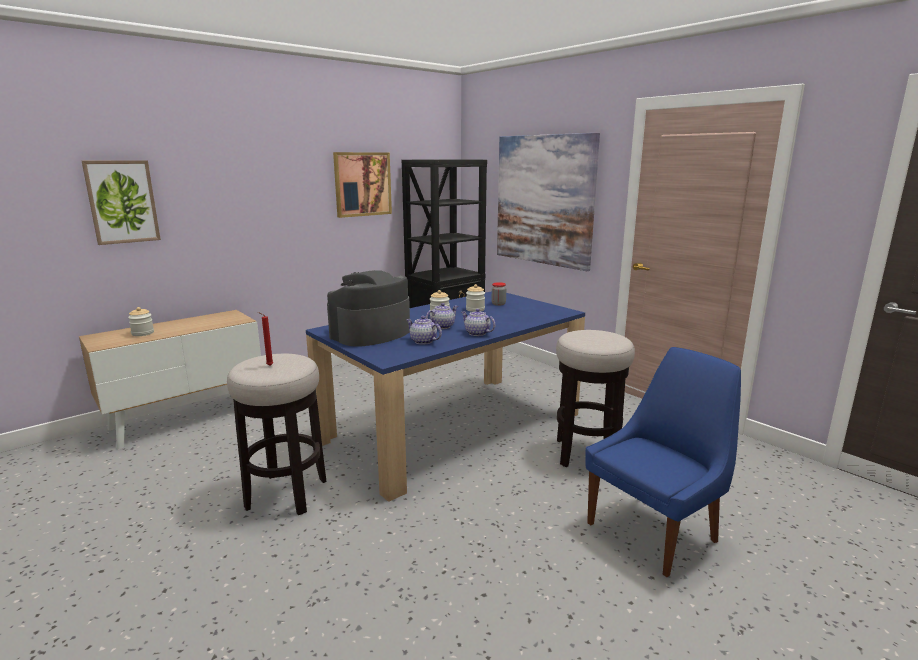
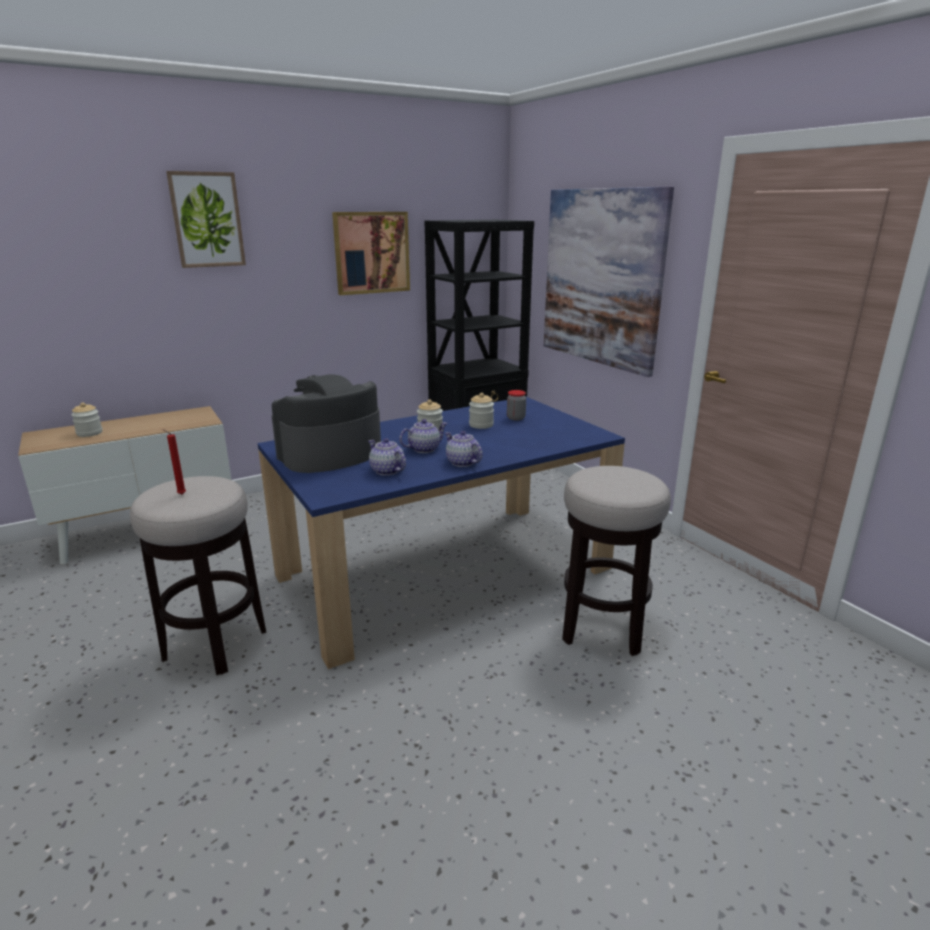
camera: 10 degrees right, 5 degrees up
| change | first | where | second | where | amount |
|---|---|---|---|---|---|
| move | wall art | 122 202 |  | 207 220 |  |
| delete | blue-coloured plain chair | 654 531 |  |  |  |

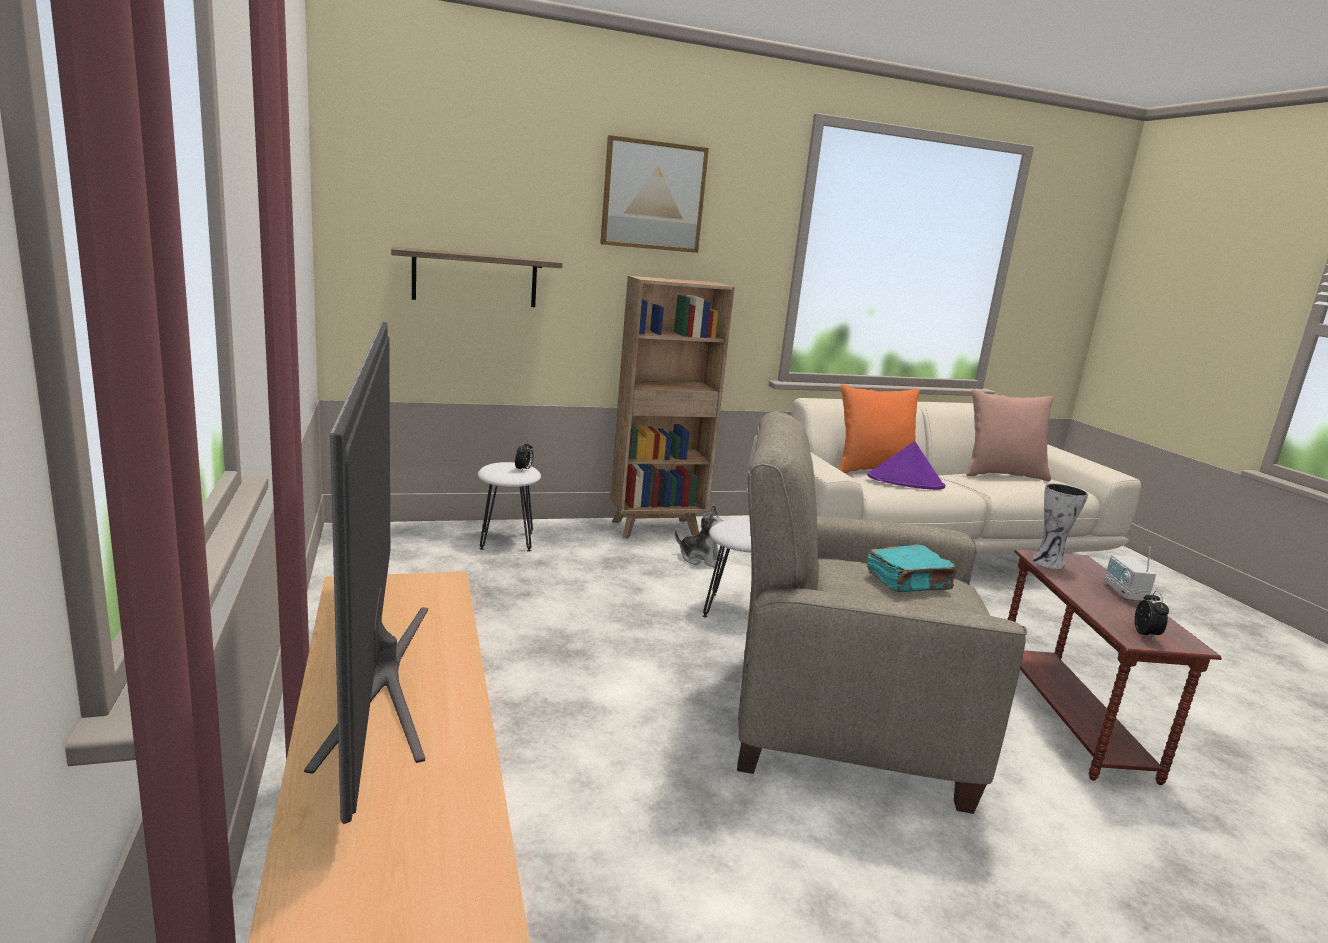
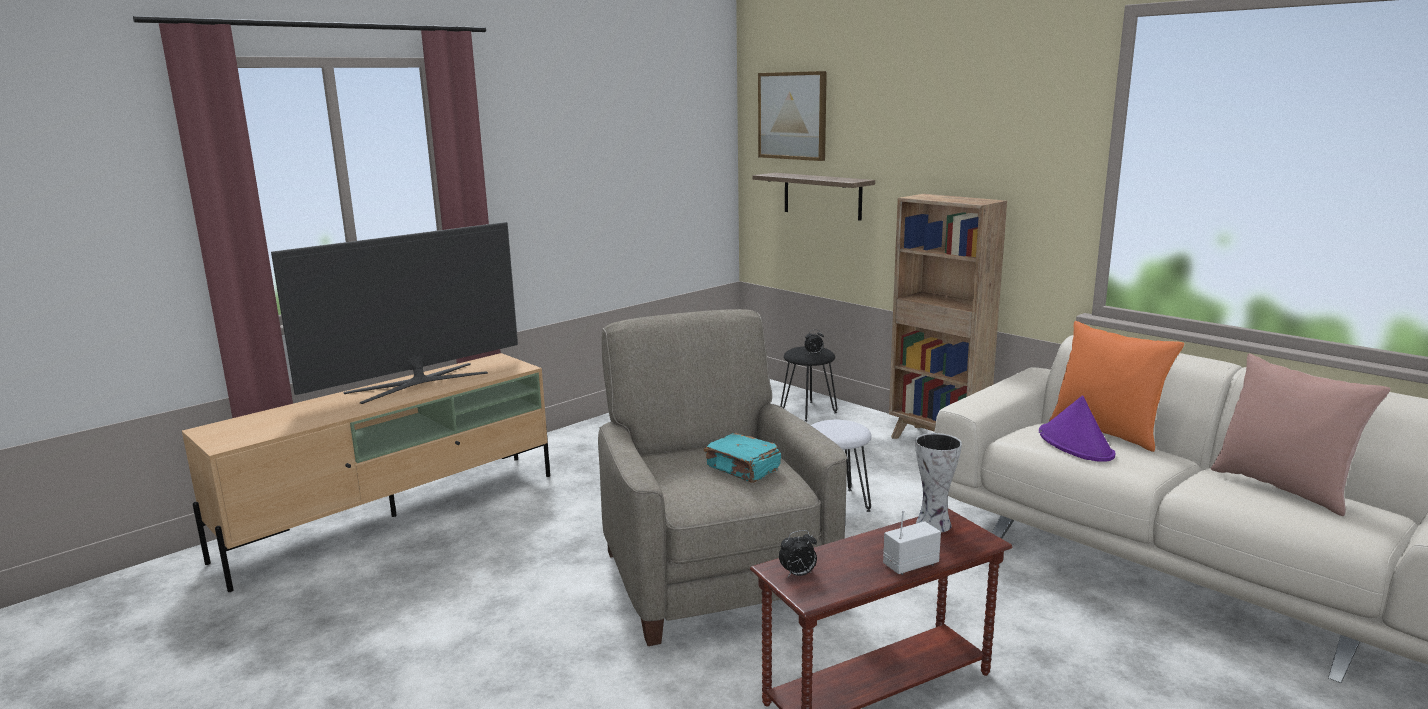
camera: 65 degrees right, 0 degrees up
| change | first | where | second | where | amount |
|---|---|---|---|---|---|
| move | wall art | 653 196 |  | 793 116 |  |
| recolor | white-coloured stool seat | 507 540 | black stool seat | 809 411 |  |
| delete | soft toy | 701 559 |  |  |  |

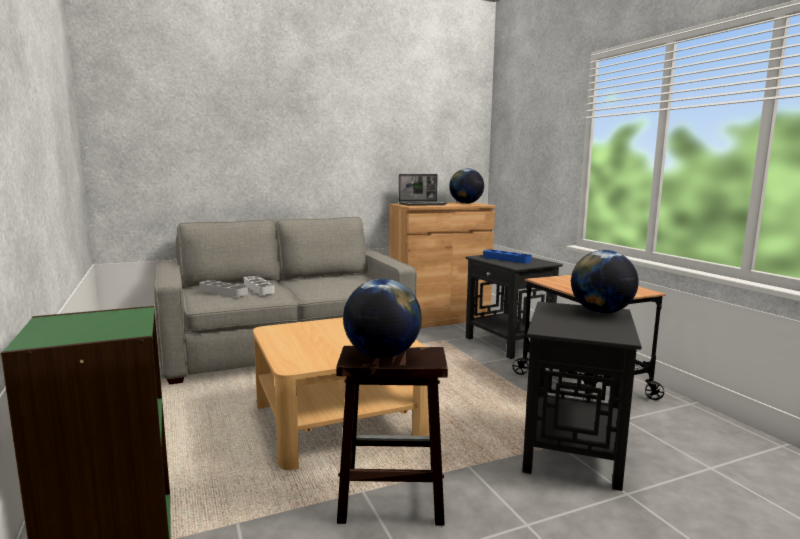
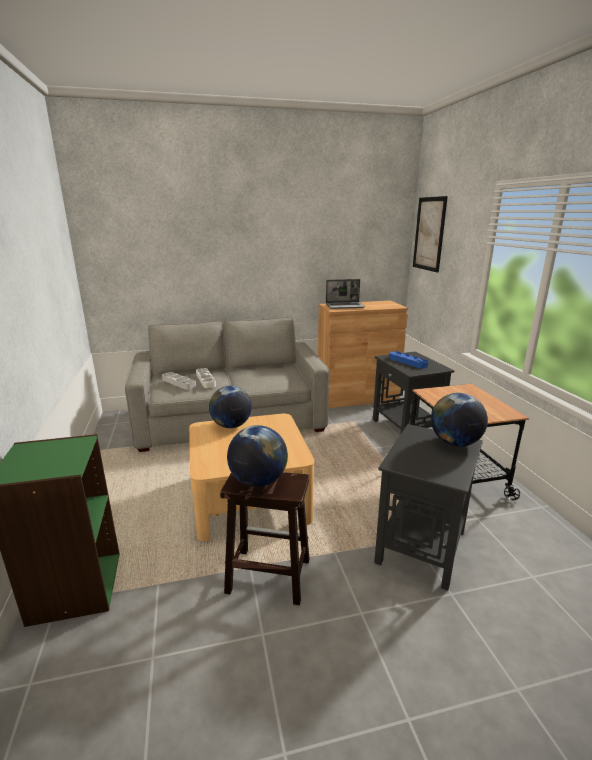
camera: 10 degrees right, 10 degrees up
| change | first | where | second | where | amount |
|---|---|---|---|---|---|
| move | world globe | 466 203 |  | 231 425 |  |
| insert |  |  | wall art | 429 234 |  |

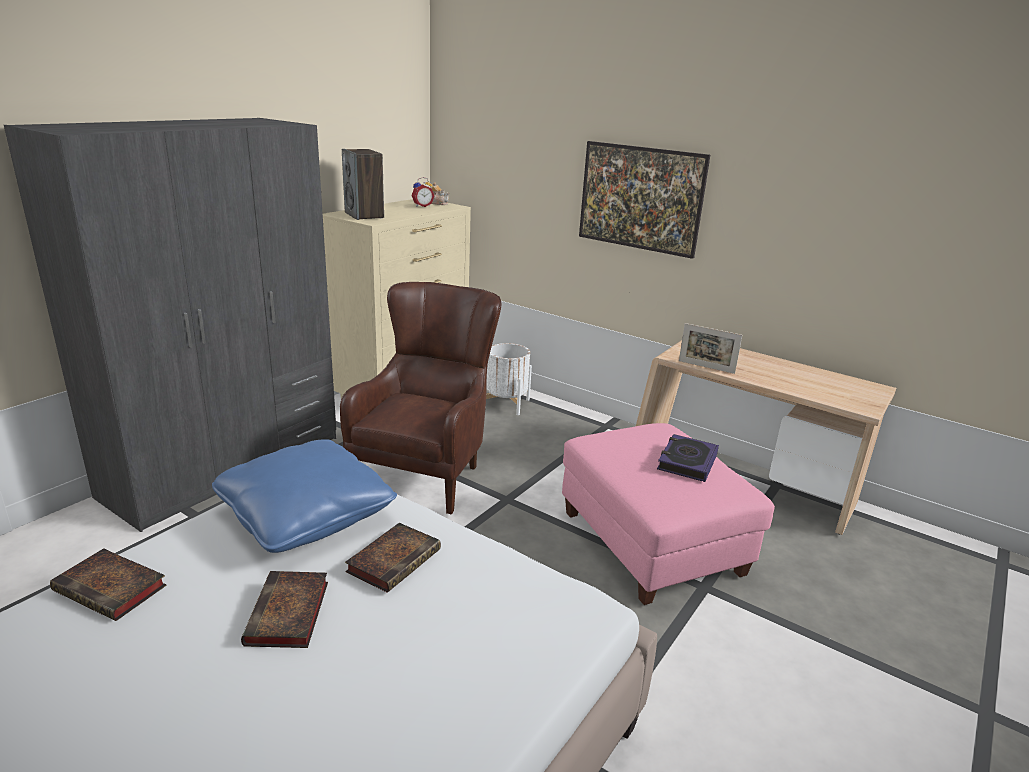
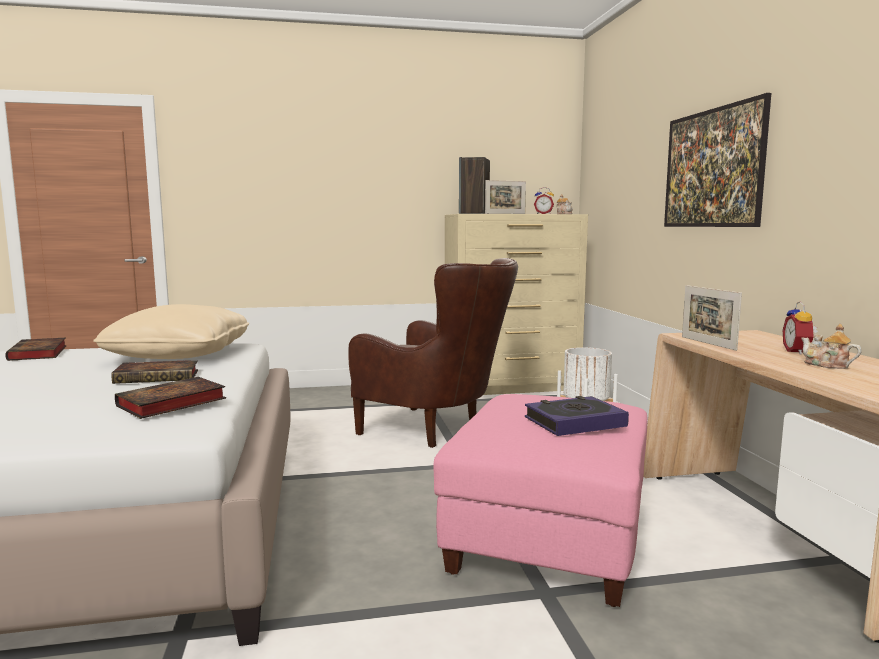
camera: 45 degrees right, 15 degrees down
| change | first | where | second | where | amount |
|---|---|---|---|---|---|
| recolor | blue-coloured cushion | 306 515 | beige-coloured cushion | 180 355 |  |
| move | bound book | 288 615 |  | 170 404 |  |
| rotate | brown-coloured easy chair | 427 470 |  | 436 431 | 60 degrees clockwise |
| insert |  |  | standing frame | 505 213 |  |
| insert |  |  | bedside clock | 798 352 |  |
| insert |  |  | tea pot | 827 365 |  |
| delete | gray armoire | 226 465 |  |  |  |

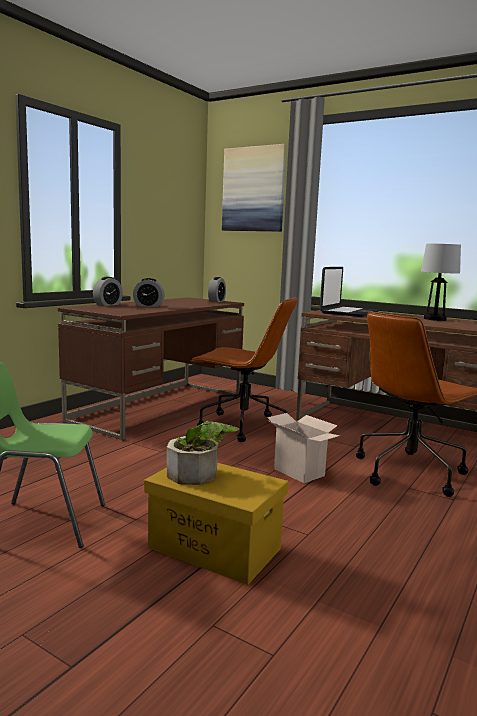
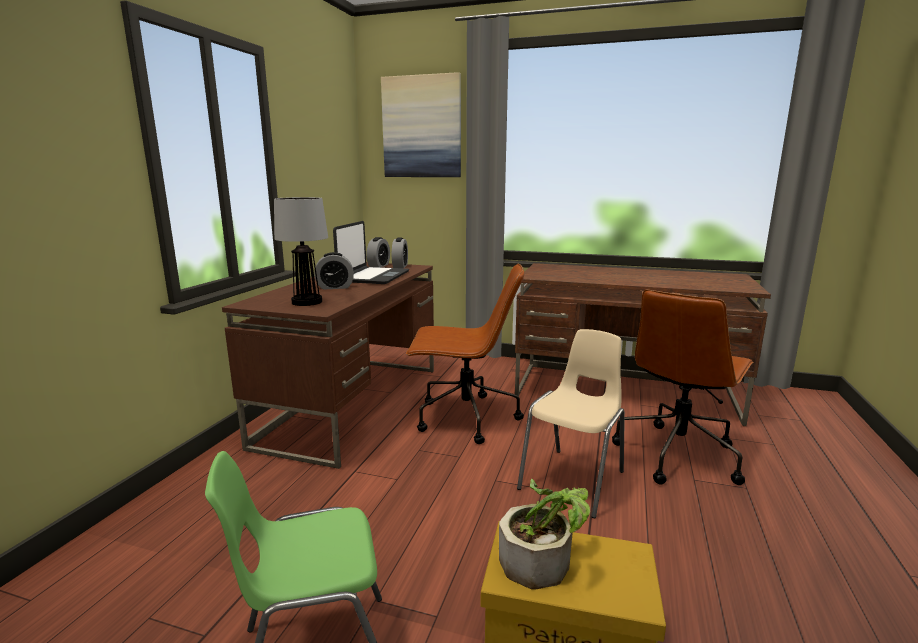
camera: 15 degrees left, 5 degrees up
| change | first | where | second | where | amount |
|---|---|---|---|---|---|
| move | lamp for a table | 435 319 |  | 307 302 |  |
| move | portable computer | 348 313 |  | 373 277 |  |
| move | bedside clock | 108 304 |  | 379 266 |  |
| replace | cardboard box | 301 472 | beige-coloured plain chair | 574 480 |  |

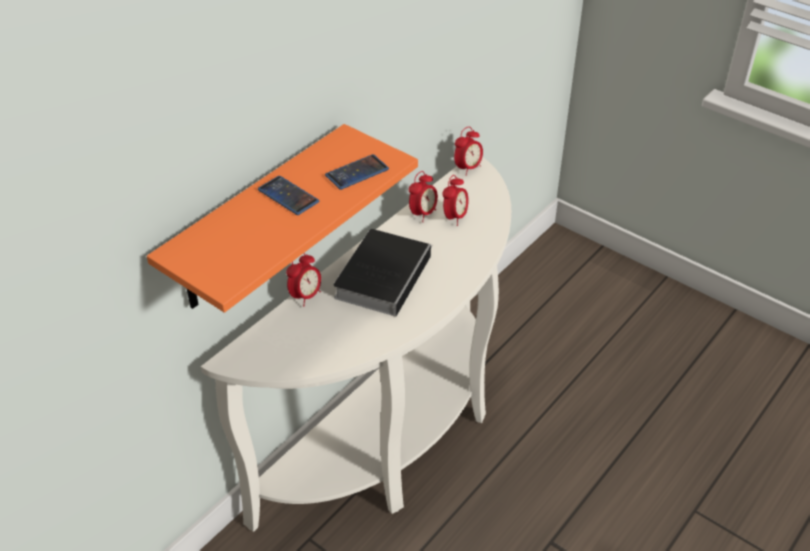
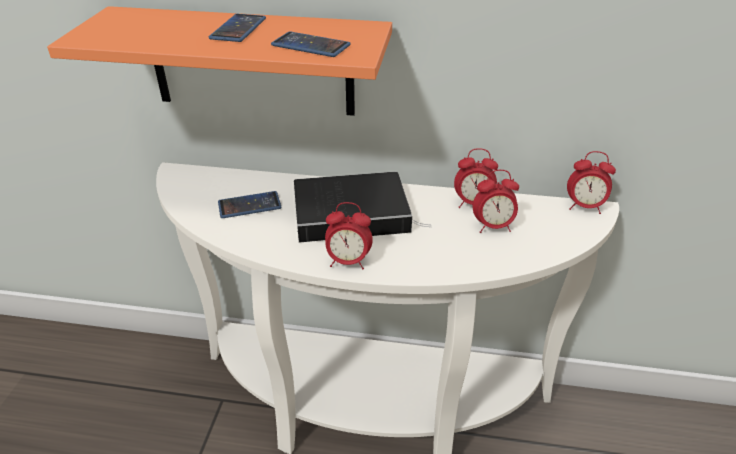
camera: 60 degrees right, 5 degrees down
| change | first | where | second | where | amount |
|---|---|---|---|---|---|
| insert |  |  | telephone | 249 205 |  |
| move | bedside clock | 305 296 |  | 348 261 |  |

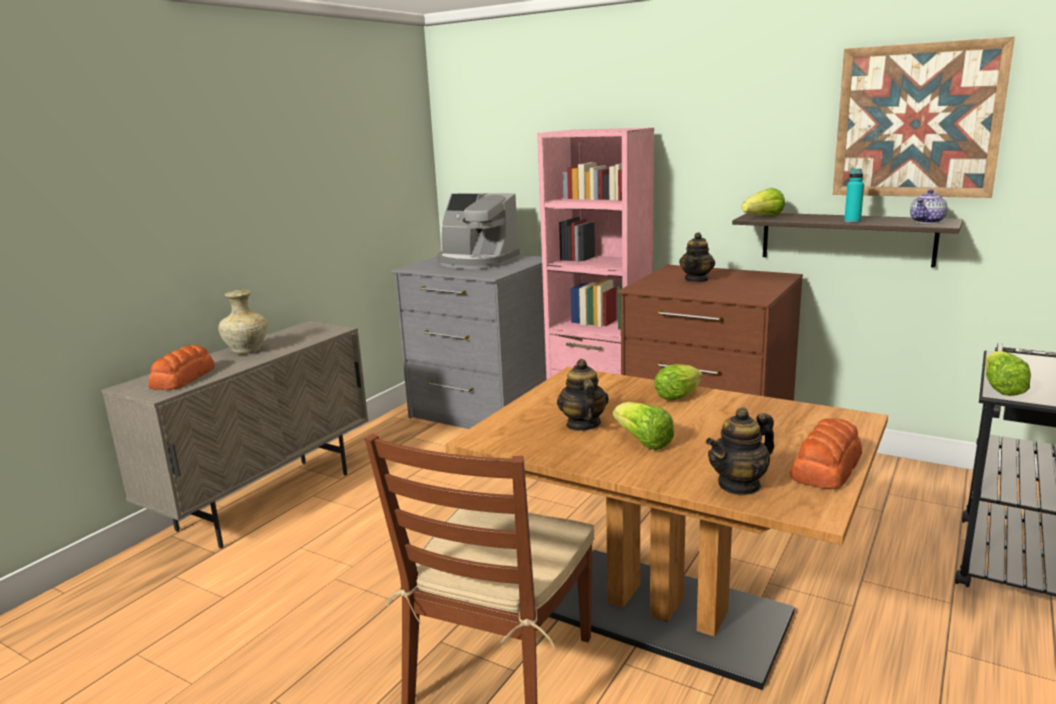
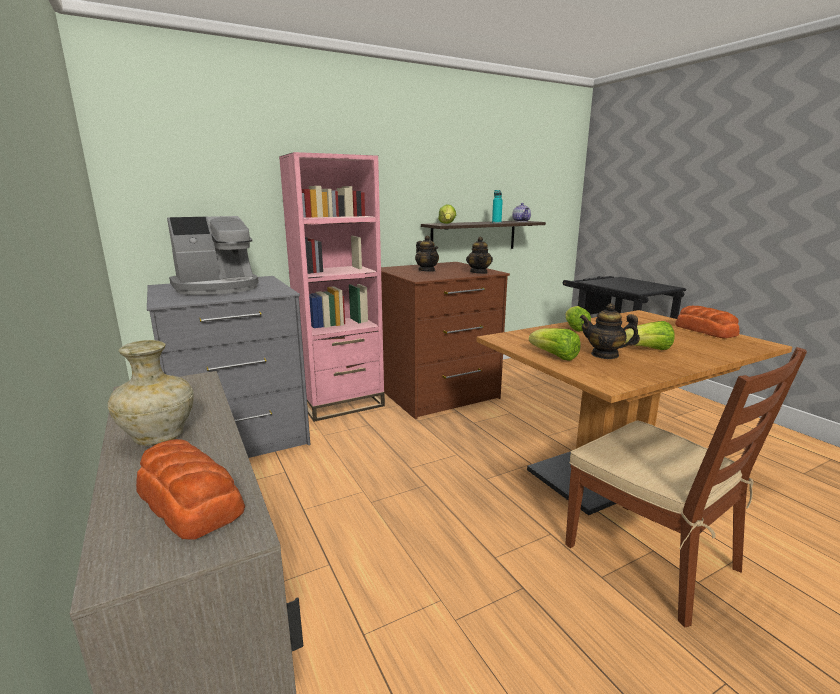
camera: 60 degrees left, 0 degrees up
| change | first | where | second | where | amount |
|---|---|---|---|---|---|
| move | tea pot | 739 485 |  | 479 272 |  |
| move | lettuce | 1001 388 |  | 554 356 |  |
| delete | wall art | 917 121 |  |  |  |

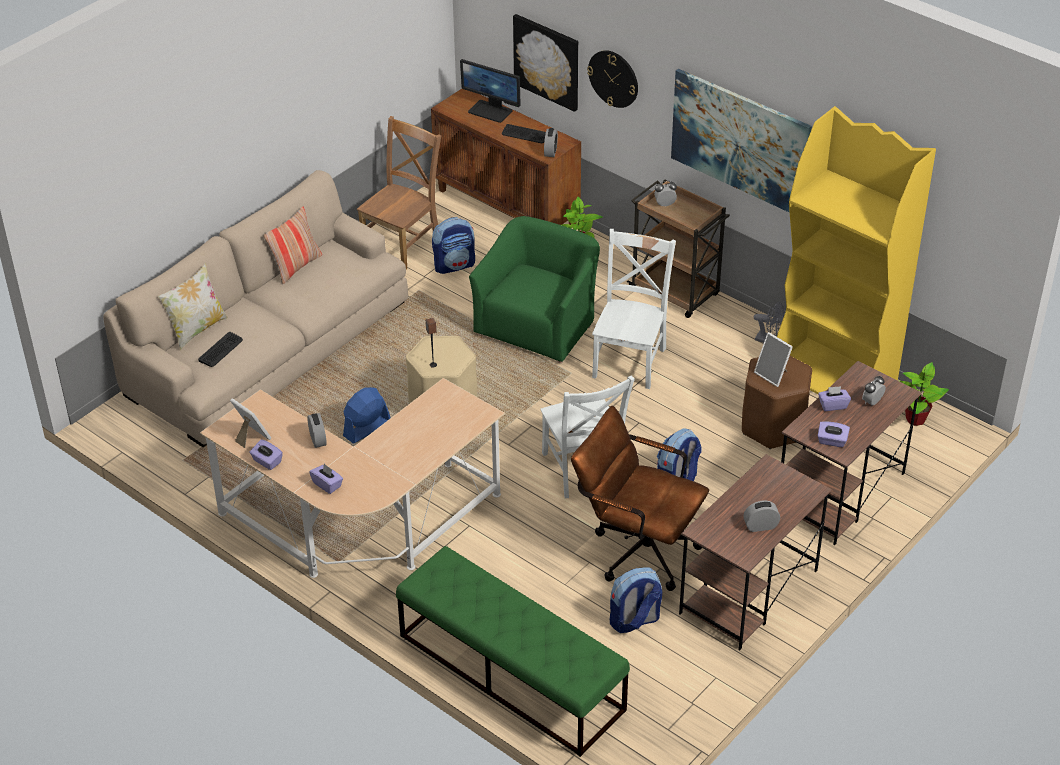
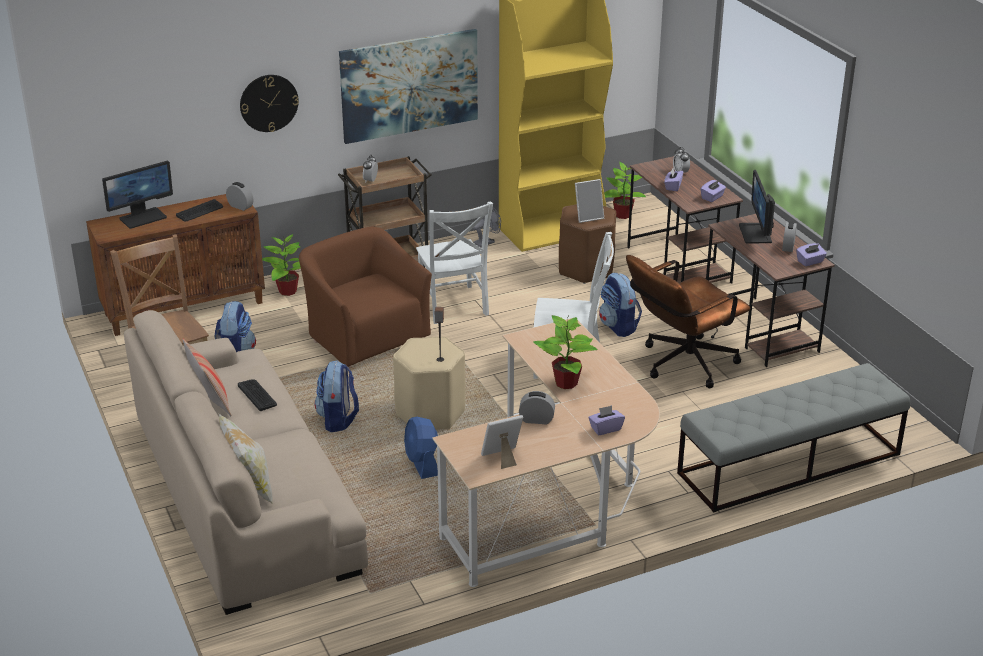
camera: 65 degrees left, 10 degrees down
| change | first | where | second | where | amount |
|---|---|---|---|---|---|
| move | keyboard | 221 350 |  | 257 395 |  |
| recolor | green-coloured easy chair | 538 325 | brown-coloured easy chair | 365 336 |  |
| move | backpack | 634 621 |  | 338 420 |  |
| rotate | white-coloured plain chair | 630 360 |  | 453 306 | 150 degrees counterclockwise |
| insert |  |  | houseplant | 567 383 |  |
| recolor | green-coloured bench | 510 672 | gray bench | 788 464 |  |
| insert |  |  | computer screen | 756 233 |  |
| move | purple-coloured box of tissues | 267 462 |  | 810 262 |  |
| delete | wall art | 547 61 |  |  |  |

